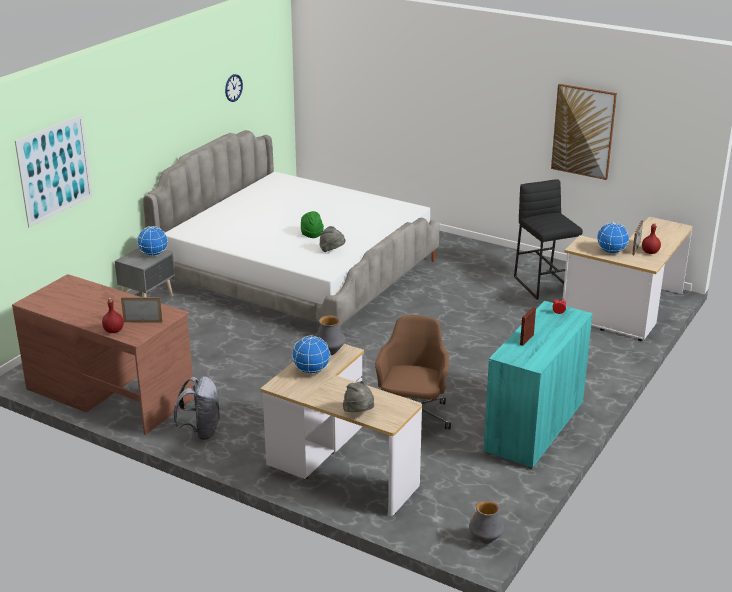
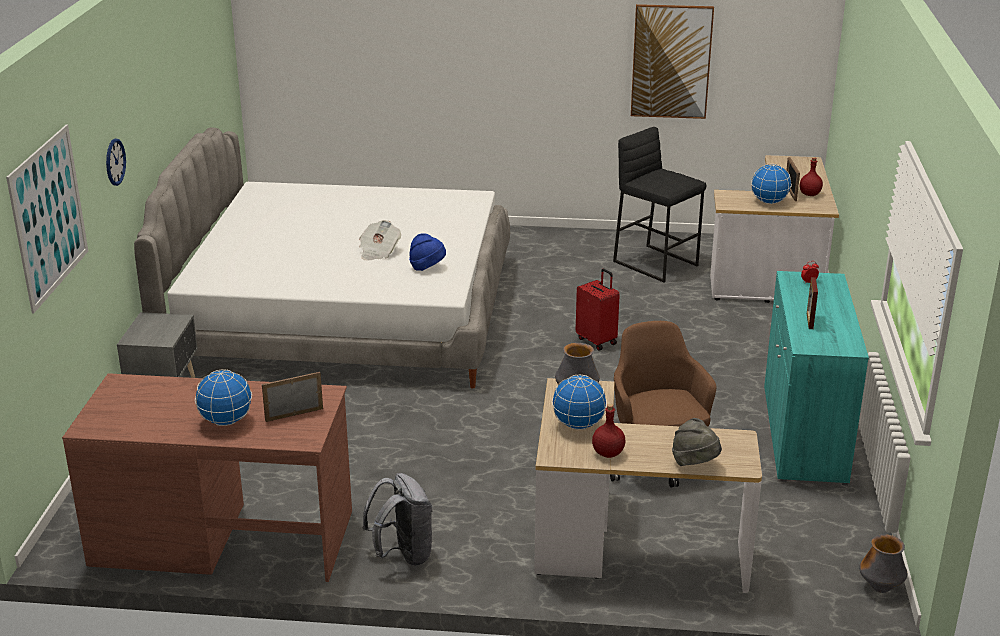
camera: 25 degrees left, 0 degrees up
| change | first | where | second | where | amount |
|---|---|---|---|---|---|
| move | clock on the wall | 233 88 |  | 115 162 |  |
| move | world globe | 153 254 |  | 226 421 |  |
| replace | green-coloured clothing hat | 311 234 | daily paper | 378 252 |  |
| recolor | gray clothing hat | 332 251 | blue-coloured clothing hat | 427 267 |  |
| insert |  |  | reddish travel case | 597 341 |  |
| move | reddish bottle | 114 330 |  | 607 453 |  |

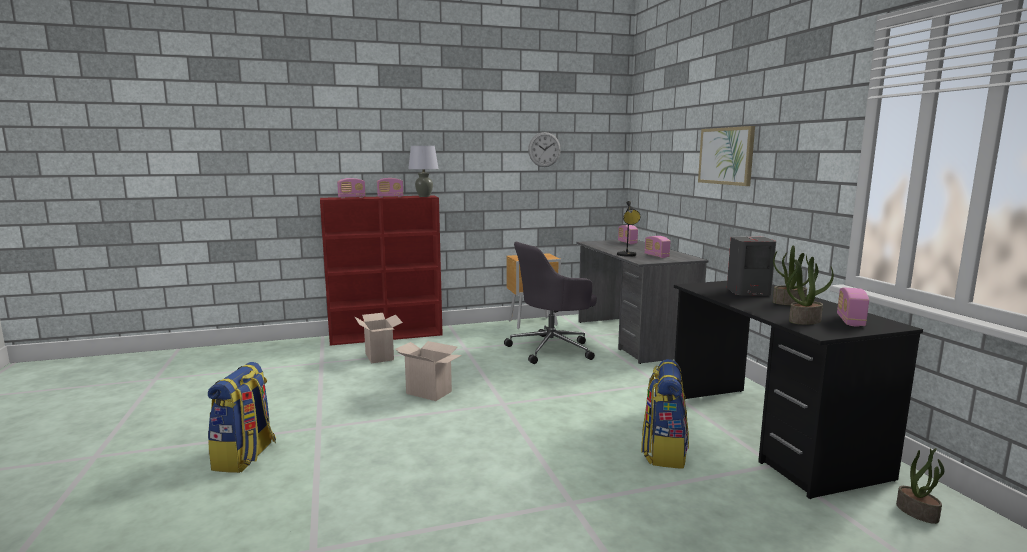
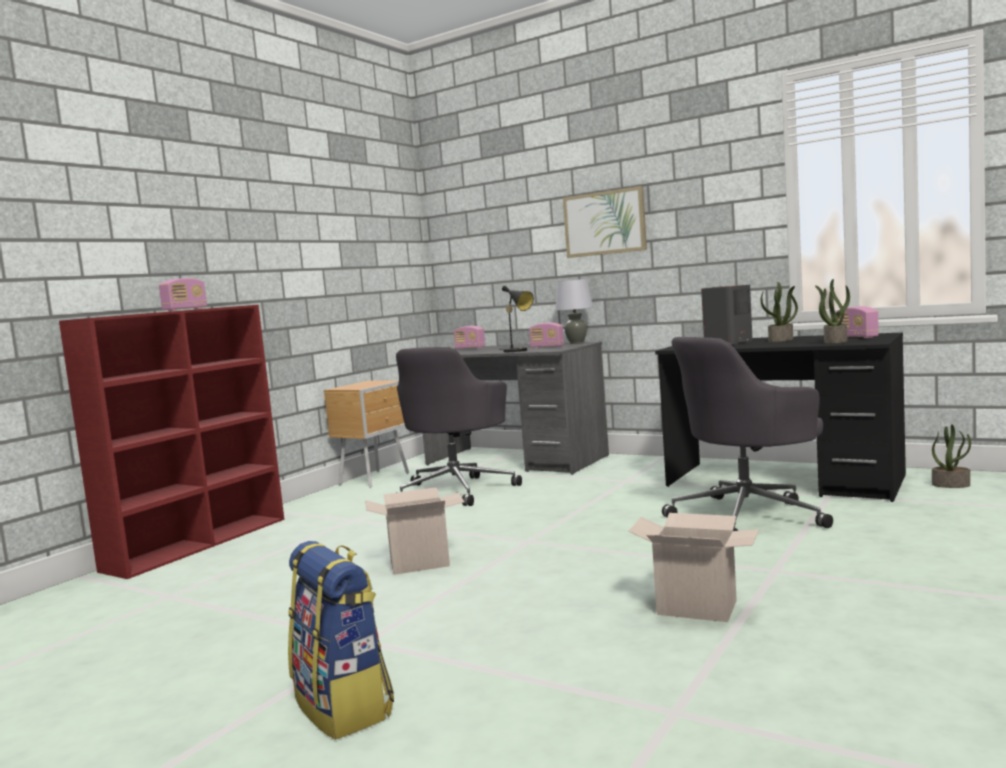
camera: 40 degrees left, 5 degrees down
| change | first | where | second | where | amount |
|---|---|---|---|---|---|
| move | gray lamp for a table | 424 196 |  | 576 343 |  |
| move | cardboard box | 380 357 |  | 699 607 |  |
| replace | backpack | 663 452 | gray desk chair | 748 516 |  |
| delete | radio | 352 197 |  |  |  |
| delete | clock on the wall | 544 149 |  |  |  |

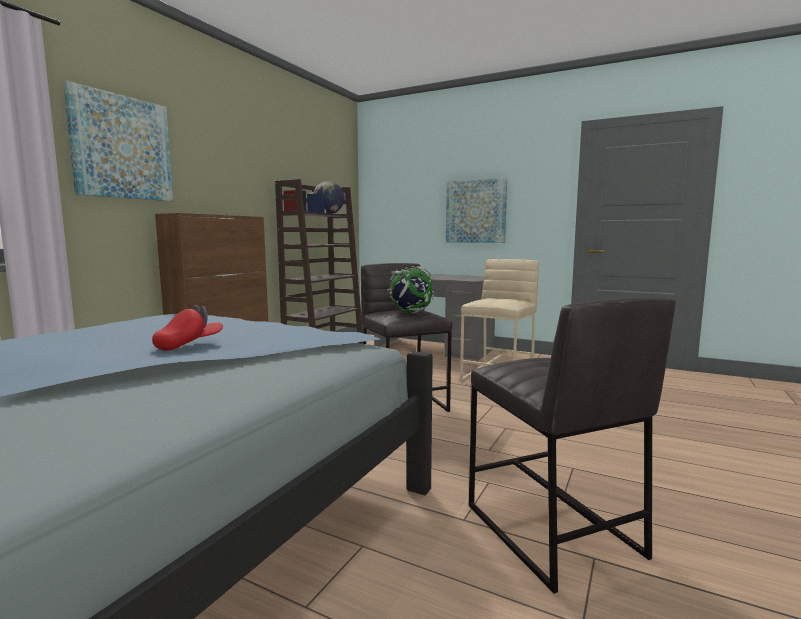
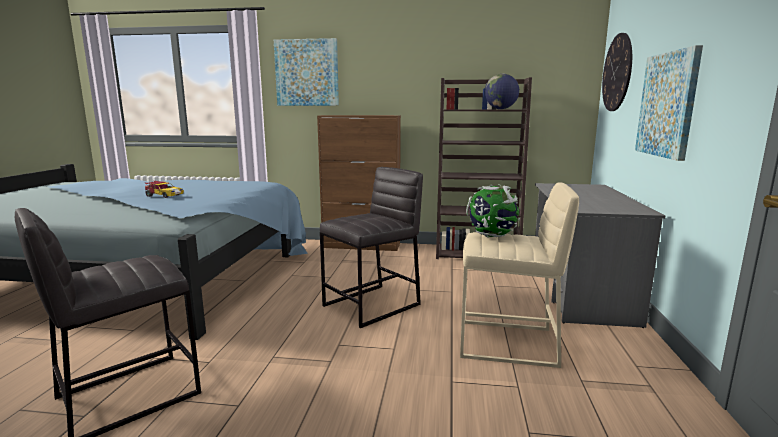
camera: 70 degrees right, 5 degrees up
| change | first | where | second | where | amount |
|---|---|---|---|---|---|
| replace | reddish baseball cap | 189 345 | miniature car | 164 195 |  |
| move | world globe | 411 312 |  | 491 236 |  |
| insert |  |  | clock on the wall | 617 73 |  |

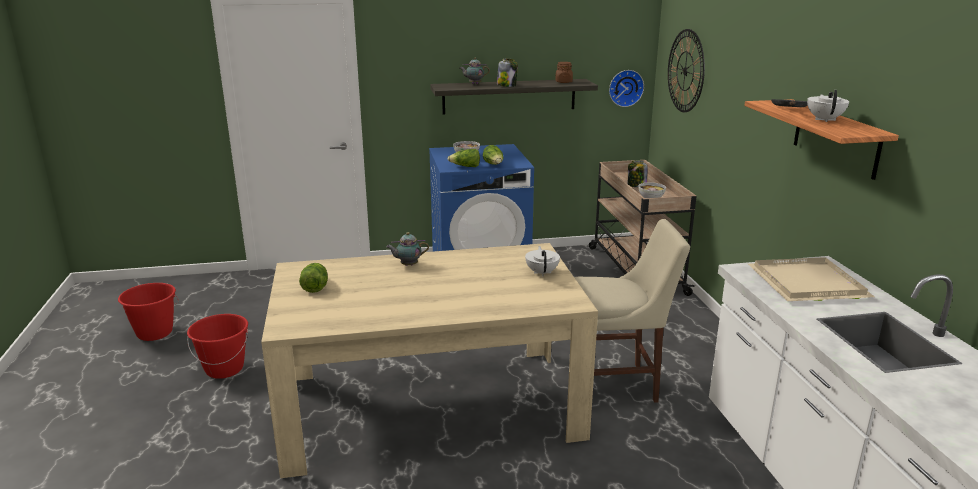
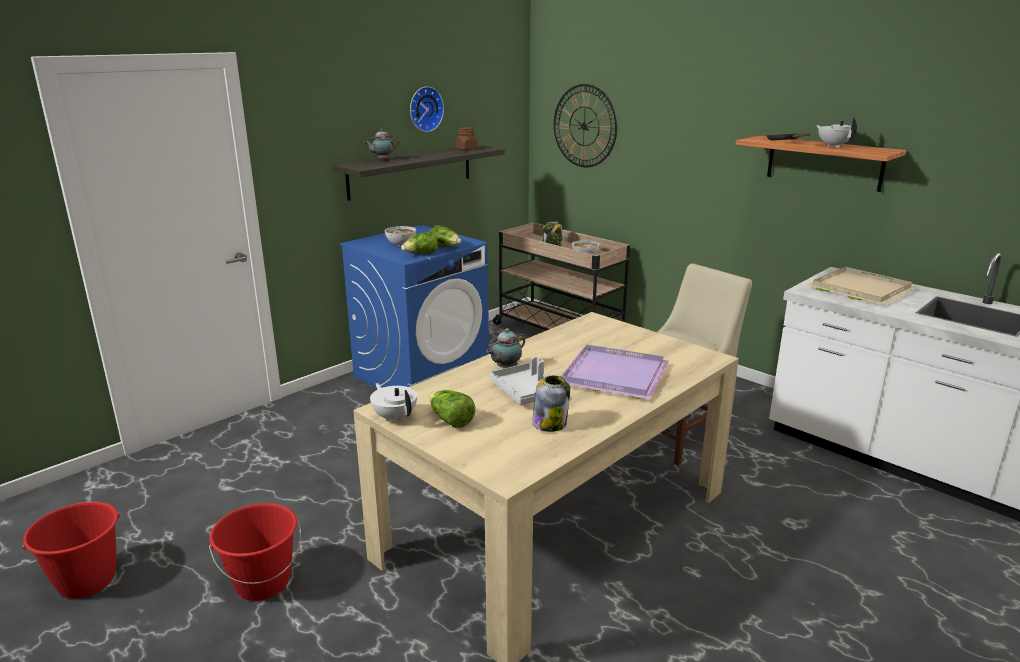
camera: 35 degrees left, 0 degrees up
| change | first | where | second | where | amount |
|---|---|---|---|---|---|
| move | white-coloured tea pot | 542 272 |  | 395 417 |  |
| move | clock on the wall | 625 88 |  | 424 109 |  |
| insert |  |  | gray tray | 525 392 |  |
| move | jar | 507 85 |  | 550 424 |  |
| insert |  |  | purple-coloured tray | 615 376 |  |

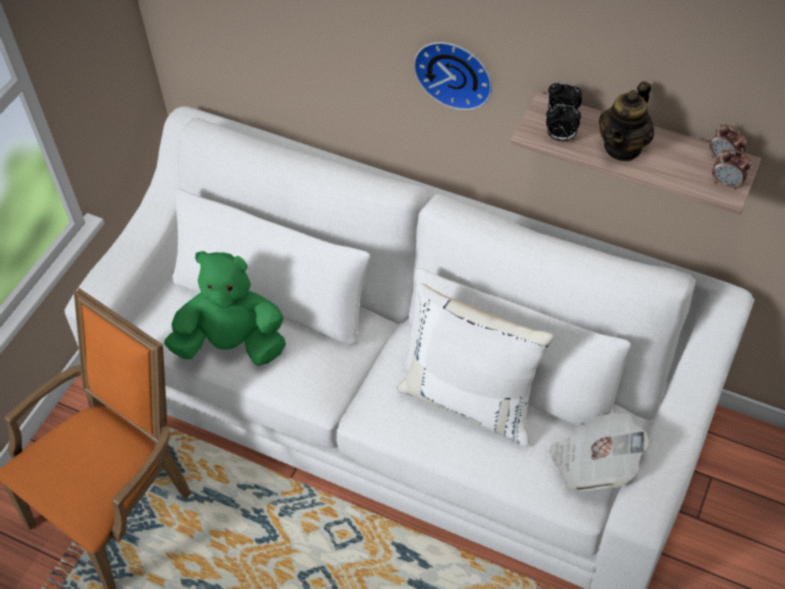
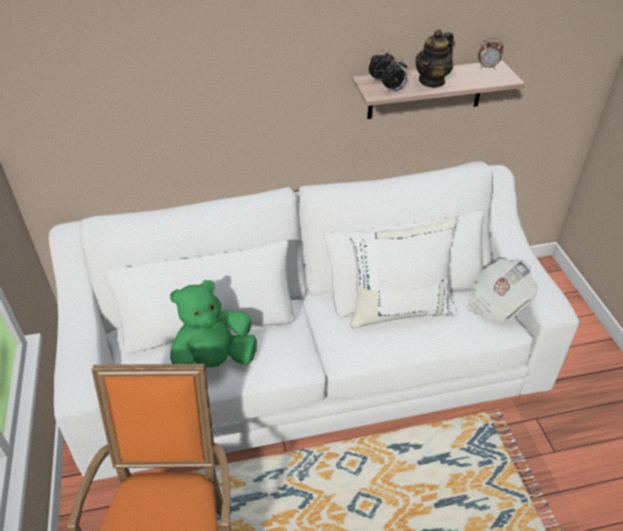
camera: 40 degrees left, 10 degrees down
| change | first | where | second | where | amount |
|---|---|---|---|---|---|
| rotate | tea pot | 623 147 |  | 432 81 | 45 degrees clockwise |
| delete | clock on the wall | 455 72 |  |  |  |
| delete | bedside clock | 726 183 |  |  |  |

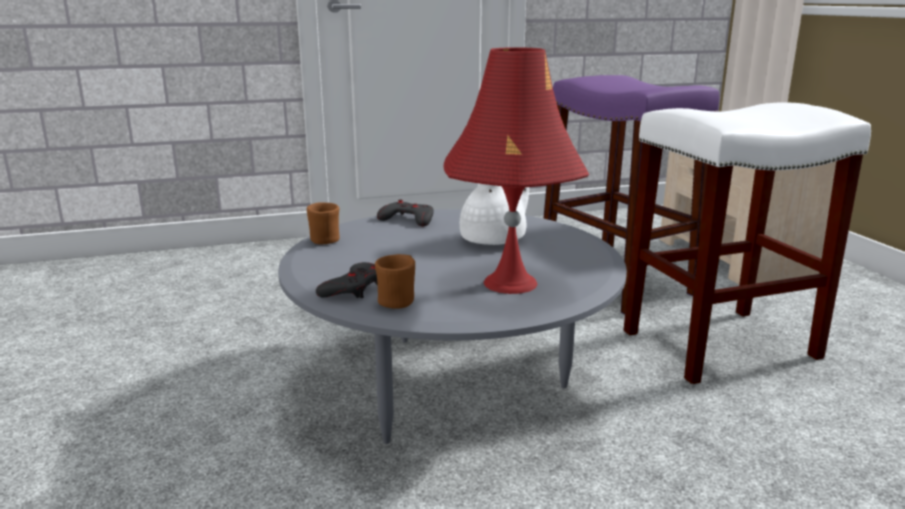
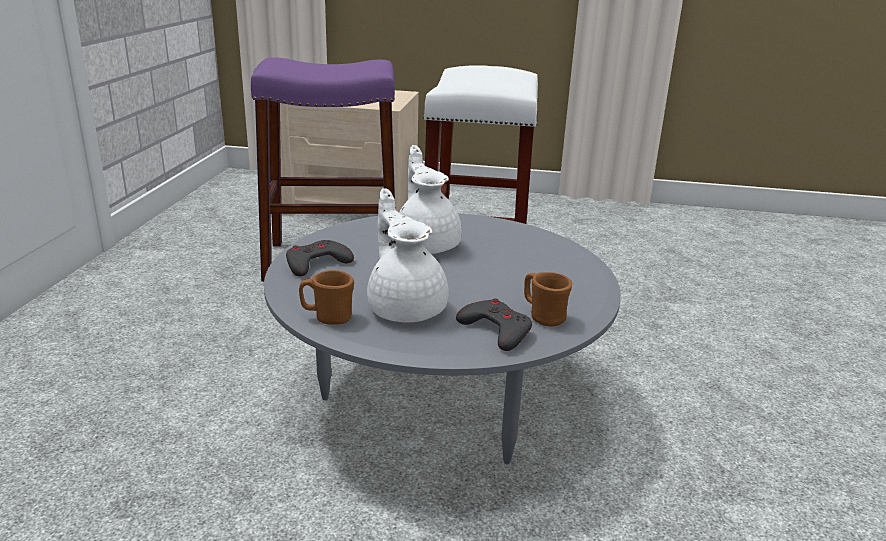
camera: 65 degrees left, 5 degrees up
| change | first | where | second | where | amount |
|---|---|---|---|---|---|
| insert |  |  | white-coloured tea pot | 406 307 |  |
| delete | reddish lamp for a table | 510 283 |  |  |  |

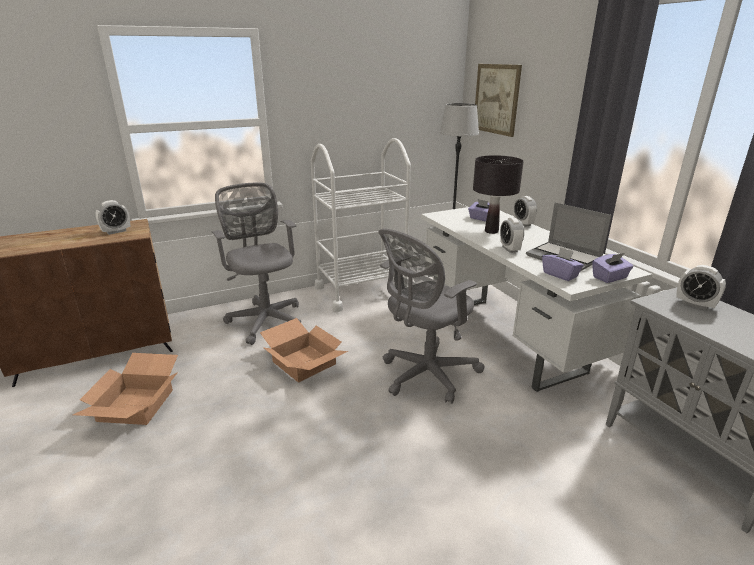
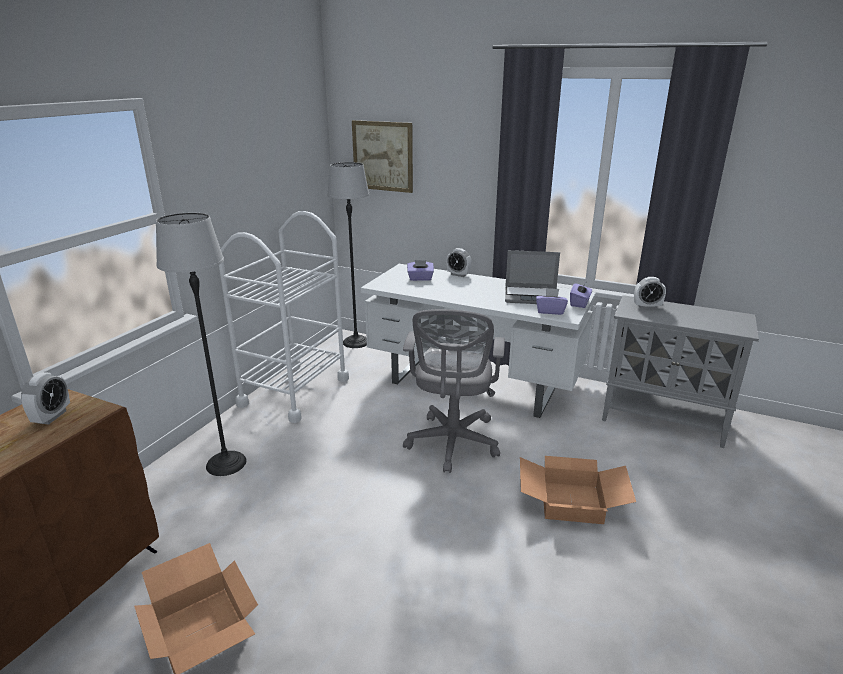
camera: 40 degrees left, 0 degrees up
| change | first | where | second | where | amount |
|---|---|---|---|---|---|
| replace | gray desk chair | 265 319 | floor lamp | 226 463 |  |
| move | cardboard box | 305 363 |  | 572 501 |  |
| delete | black lamp for a table | 491 231 |  |  |  |
| delete | bedside clock | 509 249 |  |  |  |

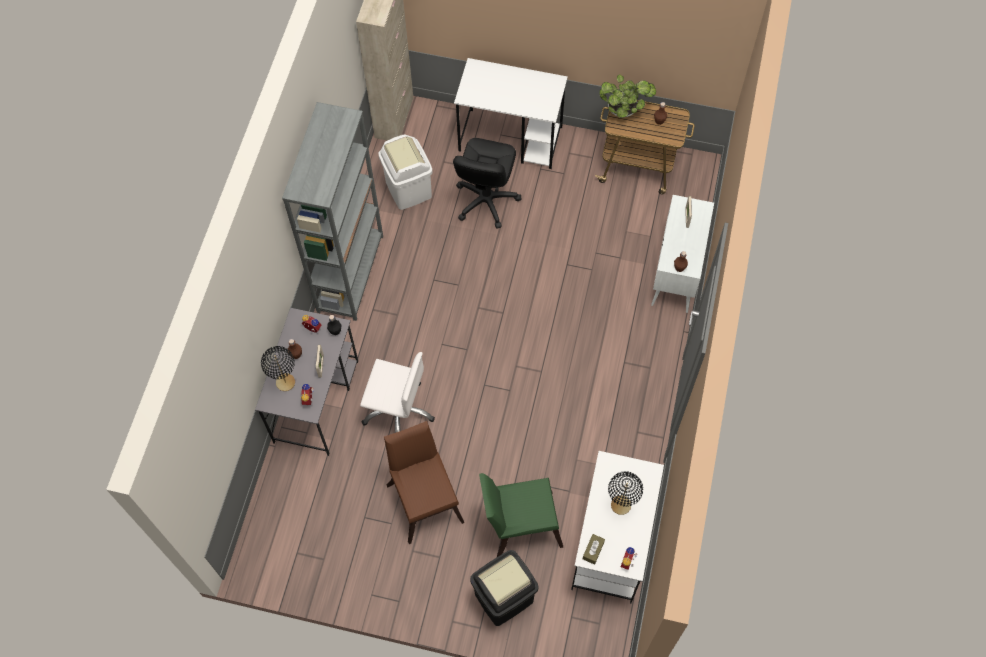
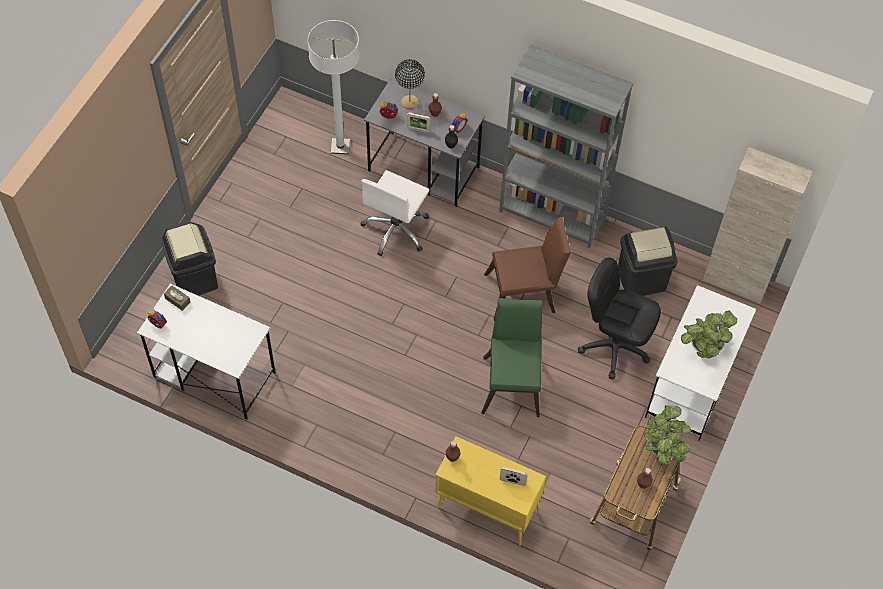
camera: 100 degrees right, 5 degrees down
| change | first | where | second | where | amount |
|---|---|---|---|---|---|
| insert |  |  | white-coloured floor lamp | 340 147 |  |
| recolor | white-coloured cupboard | 676 274 | yellow-coloured cupboard | 485 509 |  |
| move | green-coloured plain chair | 518 524 |  | 512 381 |  |
| move | brown-coloured plain chair | 424 498 |  | 525 293 |  |
| recolor | white-coloured waste bin | 408 189 | black waste bin | 641 279 |  |
| insert |  |  | houseplant | 703 348 |  |
| delete | black lamp for a table | 621 505 |  |  |  |

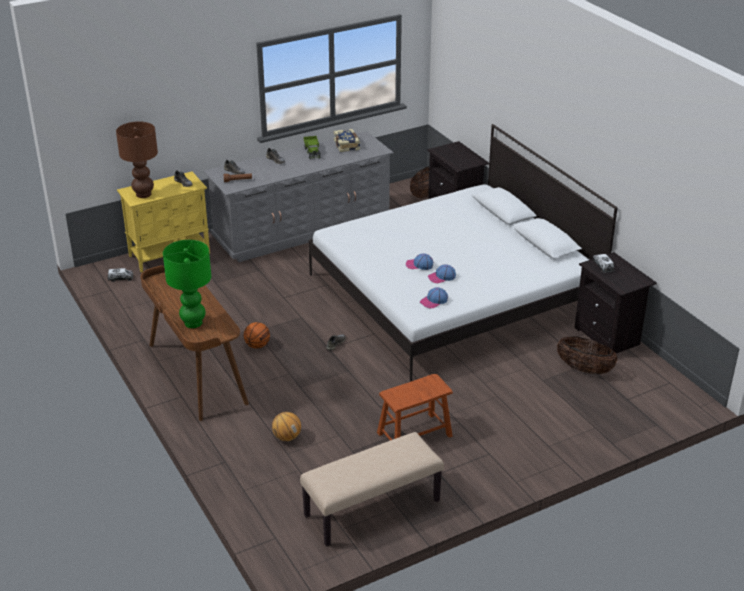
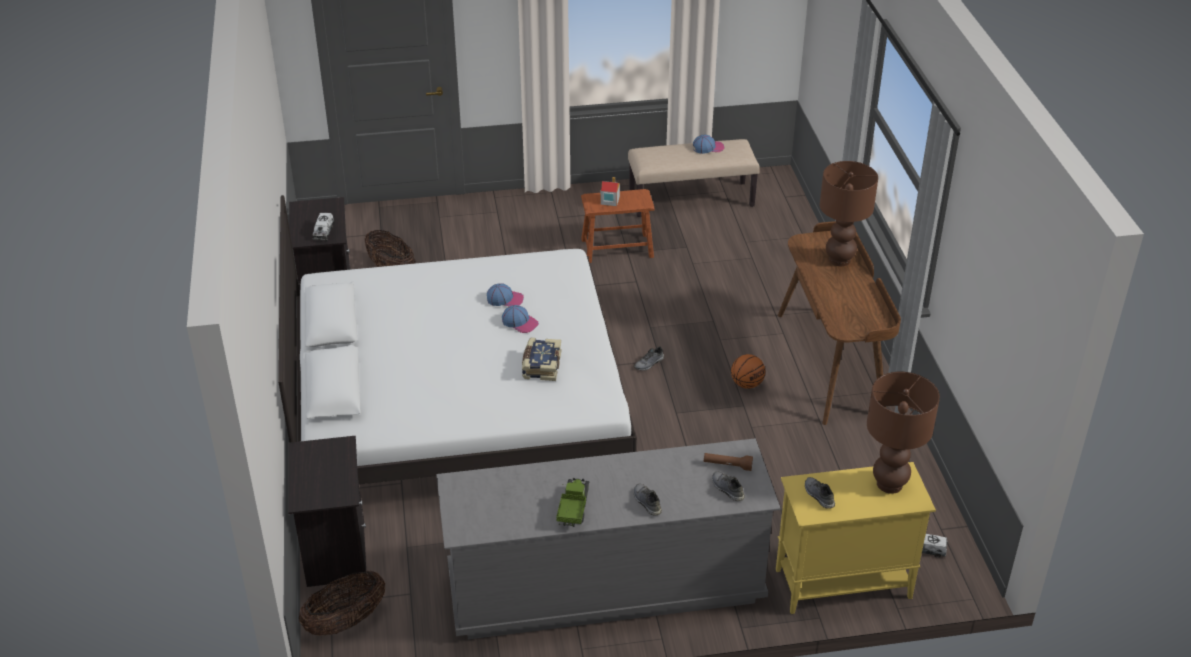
camera: 160 degrees left, 5 degrees up
| change | first | where | second | where | amount |
|---|---|---|---|---|---|
| move | bound book | 347 145 |  | 541 366 |  |
| insert |  |  | model house | 609 200 |  |
| move | baseball cap | 434 301 |  | 708 147 |  |
| recolor | green-coloured lamp for a table | 193 323 | brown-coloured lamp for a table | 840 260 |  |
| delete | basketball ball | 286 437 |  |  |  |

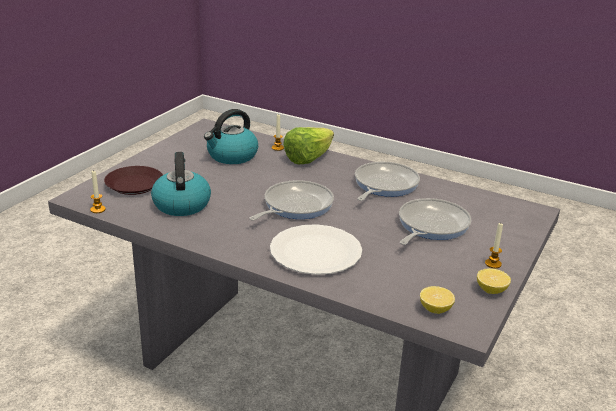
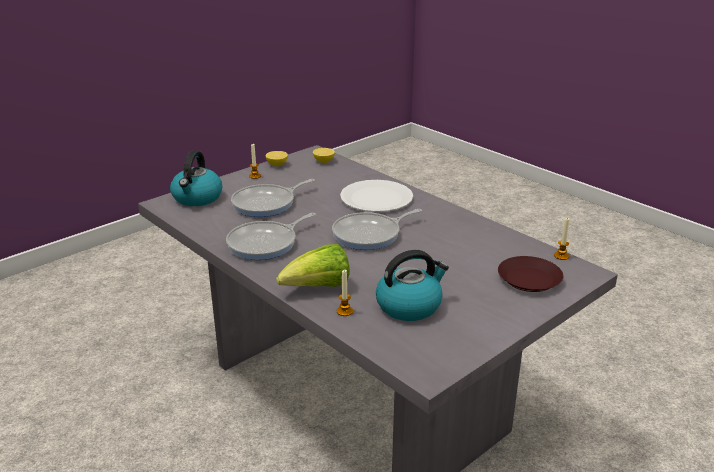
camera: 160 degrees left, 0 degrees up
| change | first | where | second | where | amount |
|---|---|---|---|---|---|
| move | water kettle | 181 204 |  | 197 198 |  |

